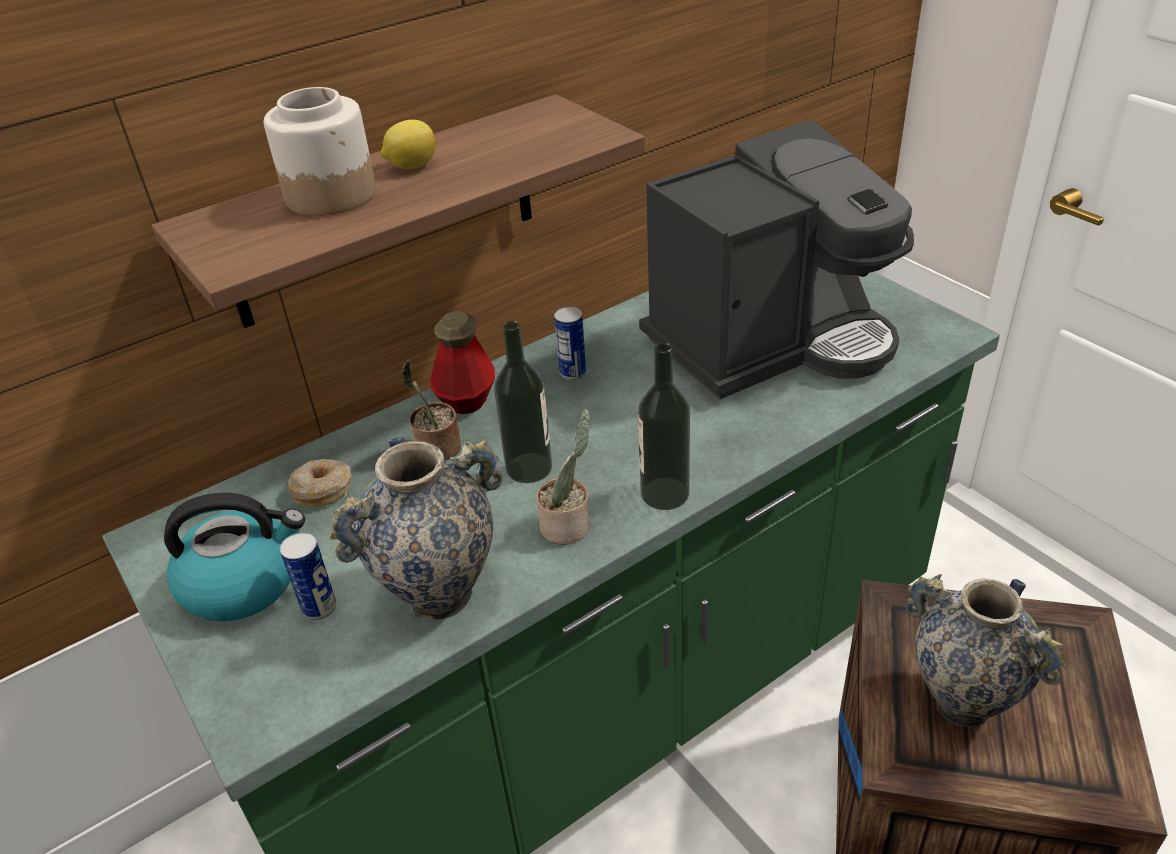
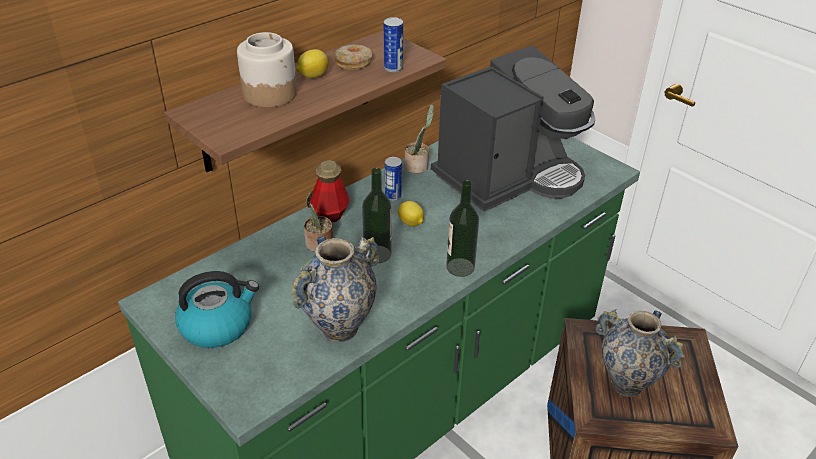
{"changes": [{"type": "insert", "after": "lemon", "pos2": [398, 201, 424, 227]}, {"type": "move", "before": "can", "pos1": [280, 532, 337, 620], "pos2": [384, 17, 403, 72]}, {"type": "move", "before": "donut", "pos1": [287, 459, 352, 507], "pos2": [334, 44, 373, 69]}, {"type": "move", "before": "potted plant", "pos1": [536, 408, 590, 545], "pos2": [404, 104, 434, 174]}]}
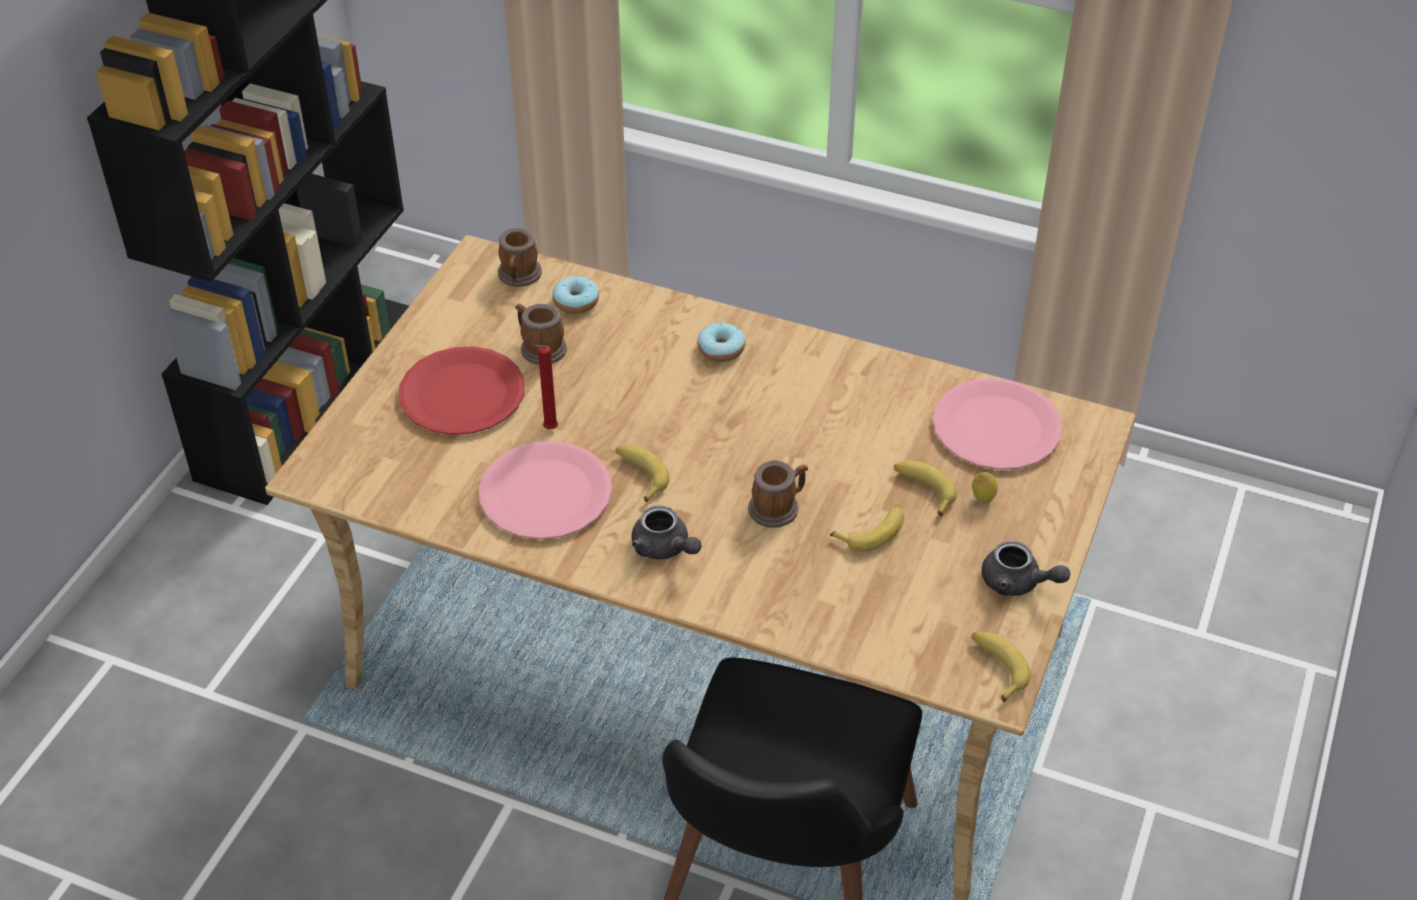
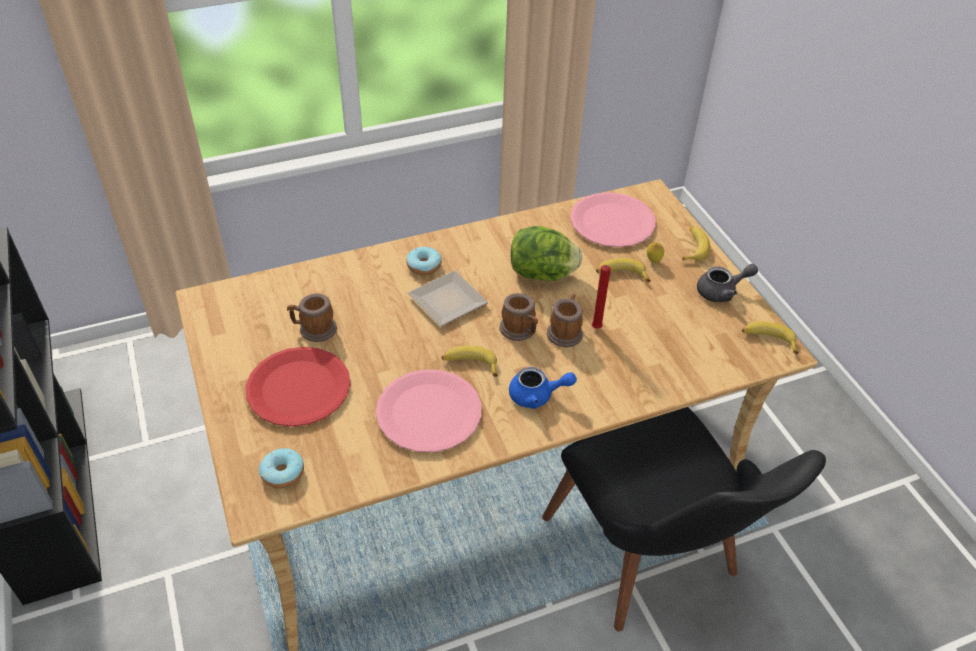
{"changes": [{"type": "insert", "after": "plate", "pos2": [408, 271, 488, 327]}, {"type": "insert", "after": "lettuce", "pos2": [510, 226, 582, 281]}, {"type": "move", "before": "mug", "pos1": [498, 228, 542, 287], "pos2": [500, 293, 538, 341]}, {"type": "move", "before": "candle (red)", "pos1": [534, 345, 558, 429], "pos2": [592, 265, 611, 329]}, {"type": "move", "before": "donut", "pos1": [552, 276, 599, 314], "pos2": [259, 448, 304, 489]}, {"type": "move", "before": "banana", "pos1": [830, 504, 904, 552], "pos2": [682, 226, 710, 261]}, {"type": "recolor", "before": "teapot (grey)", "after": "teapot (blue)", "pos1": [632, 505, 702, 560], "pos2": [509, 367, 577, 409]}]}
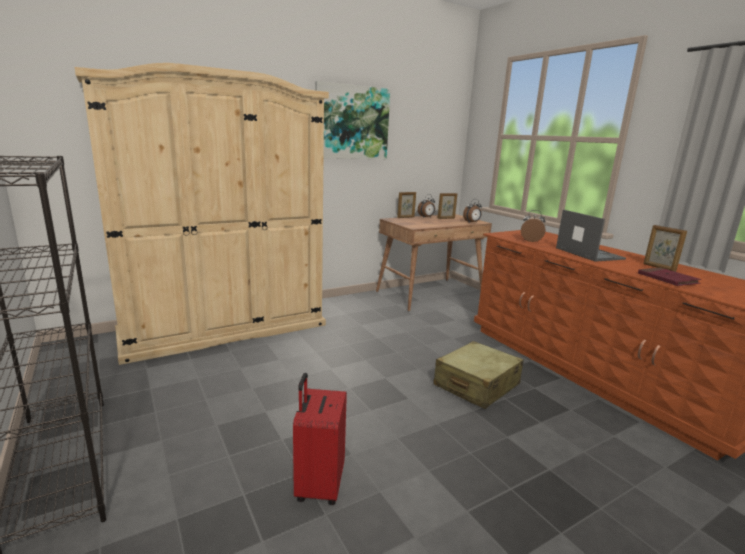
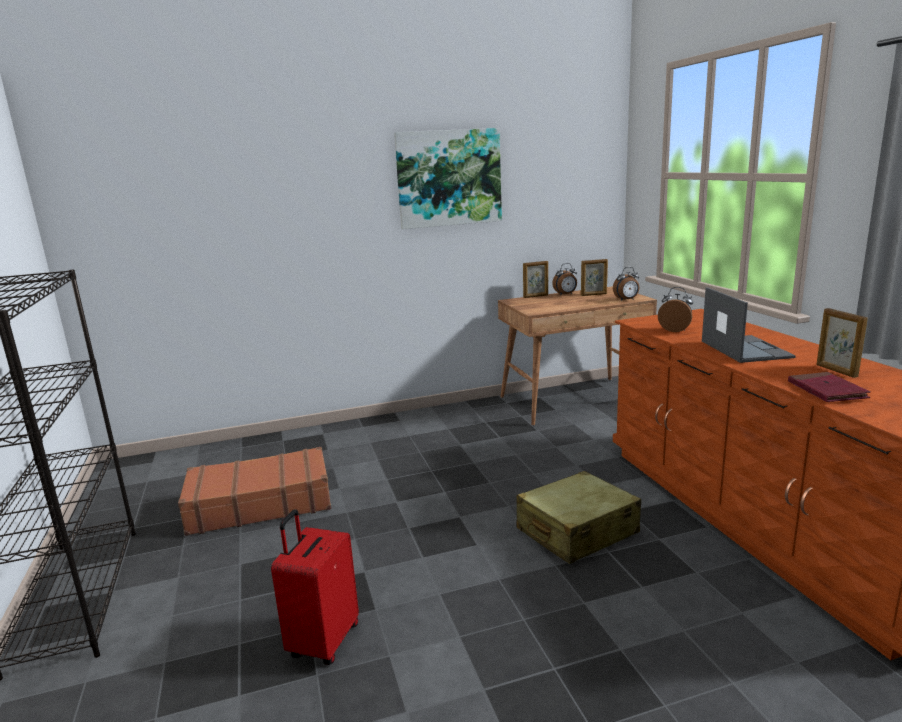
{"changes": [{"type": "delete", "before": "wardrobe (beige)", "pos1": [74, 63, 329, 365]}, {"type": "insert", "after": "suitcase (brown)", "pos2": [178, 447, 331, 536]}]}
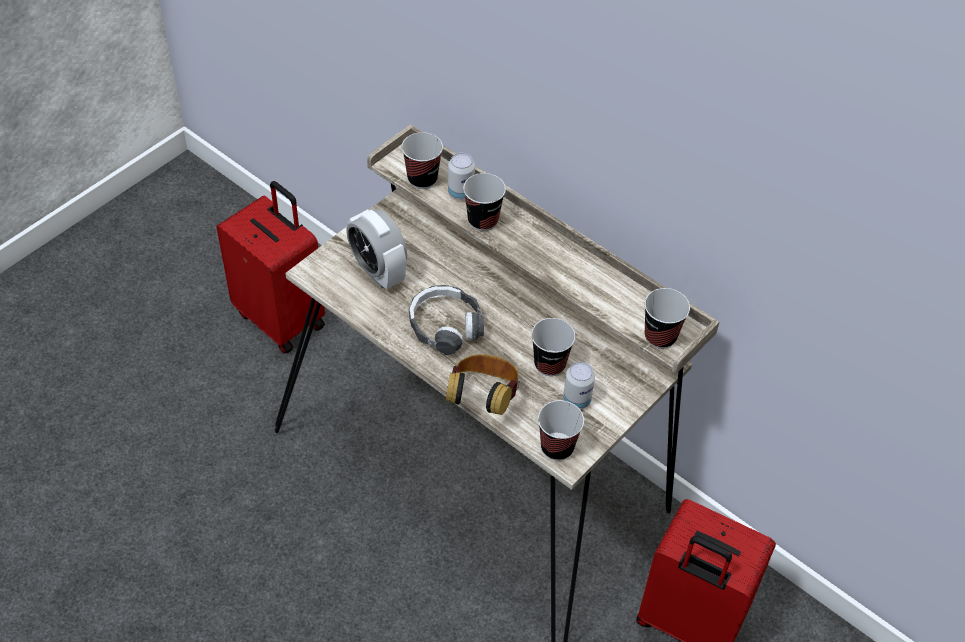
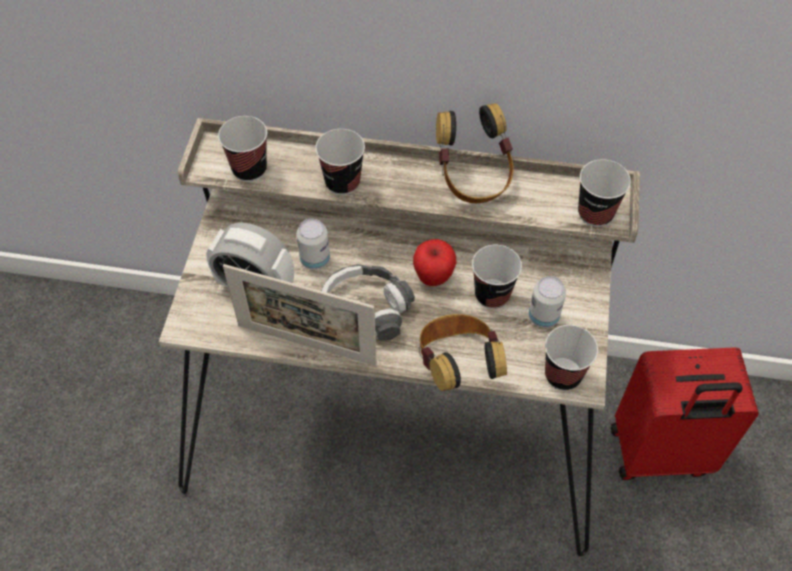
{"changes": [{"type": "delete", "before": "suitcase (red)", "pos1": [216, 181, 325, 354]}, {"type": "insert", "after": "picture frame", "pos2": [223, 264, 377, 366]}, {"type": "insert", "after": "apple", "pos2": [413, 239, 456, 286]}, {"type": "insert", "after": "headphones", "pos2": [436, 103, 515, 203]}, {"type": "move", "before": "can", "pos1": [448, 153, 475, 200], "pos2": [296, 218, 330, 270]}]}
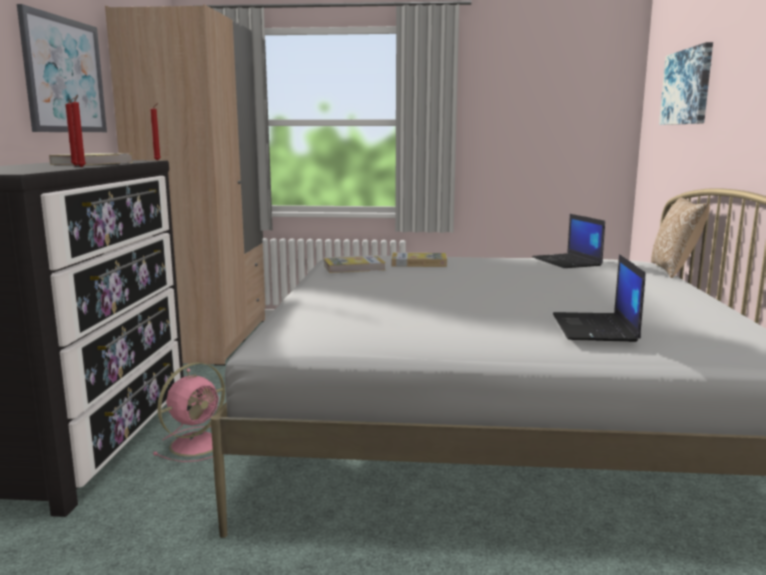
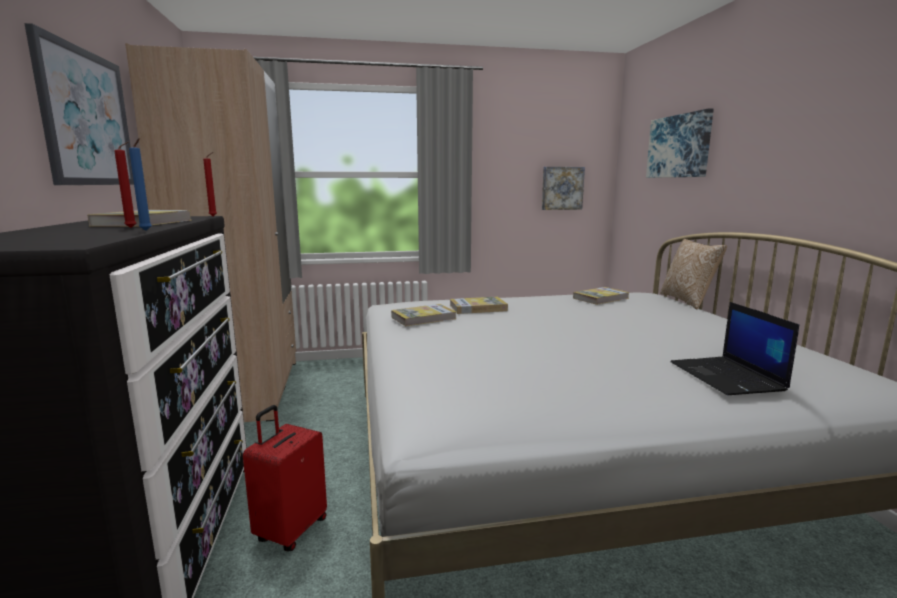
{"changes": [{"type": "insert", "after": "picture", "pos2": [542, 167, 585, 210]}, {"type": "replace", "before": "fan (pink)", "after": "suitcase (red)", "pos1": [153, 362, 225, 462], "pos2": [243, 405, 327, 552]}, {"type": "replace", "before": "laptop", "after": "book", "pos1": [532, 214, 605, 268], "pos2": [573, 287, 630, 305]}, {"type": "recolor", "before": "candle (red)", "after": "candle (blue)", "pos1": [71, 95, 86, 167], "pos2": [129, 138, 152, 231]}]}
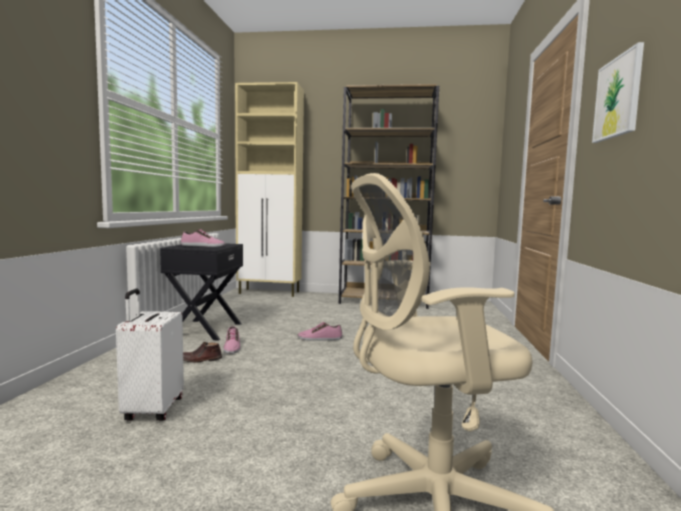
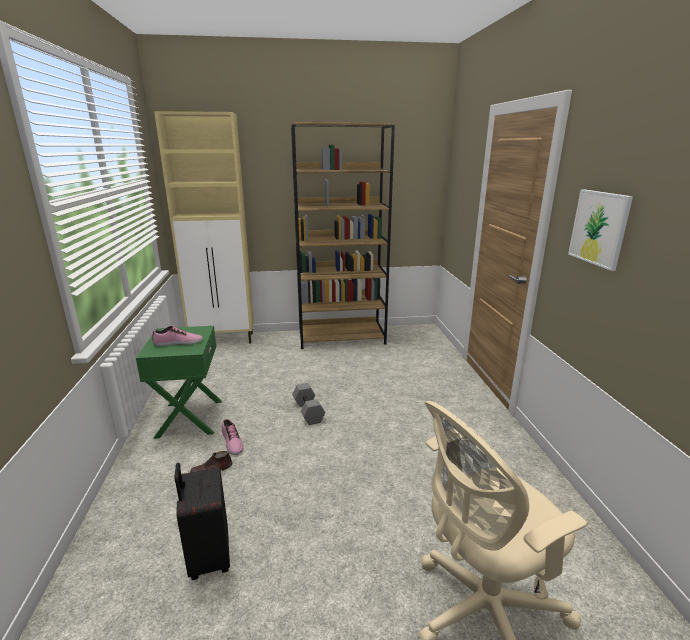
{"changes": [{"type": "replace", "before": "shoe", "after": "dumbbell (grey)", "pos1": [298, 322, 342, 341], "pos2": [292, 383, 325, 425]}, {"type": "recolor", "before": "suitcase (white)", "after": "suitcase (black)", "pos1": [116, 289, 184, 421], "pos2": [175, 463, 230, 580]}, {"type": "recolor", "before": "nightstand (black)", "after": "nightstand (green)", "pos1": [160, 243, 243, 341], "pos2": [136, 326, 222, 439]}]}
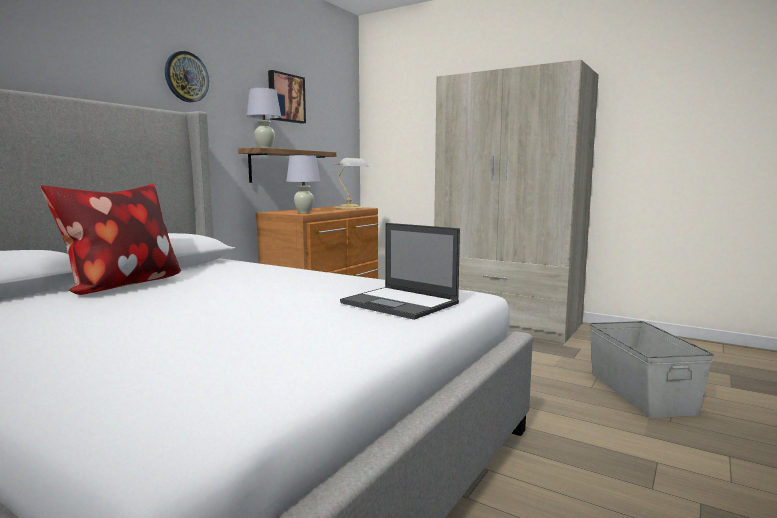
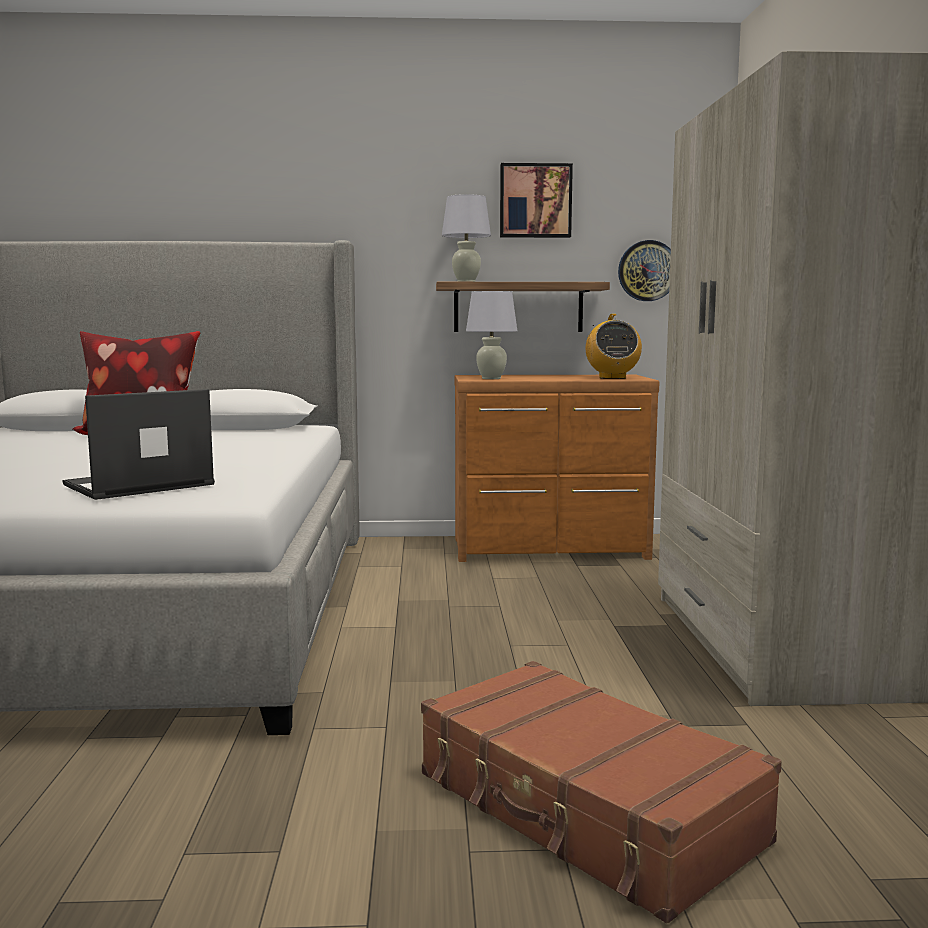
{"changes": [{"type": "move", "before": "wall clock", "pos1": [165, 51, 209, 102], "pos2": [618, 240, 671, 301]}, {"type": "replace", "before": "table lamp", "after": "radio", "pos1": [334, 158, 369, 209], "pos2": [586, 314, 642, 379]}, {"type": "replace", "before": "storage box (grey)", "after": "suitcase (brown)", "pos1": [589, 321, 714, 418], "pos2": [421, 661, 782, 924]}, {"type": "rotate", "before": "laptop", "pos1": [340, 223, 460, 320], "pos2": [62, 389, 215, 500], "turn": 45}]}
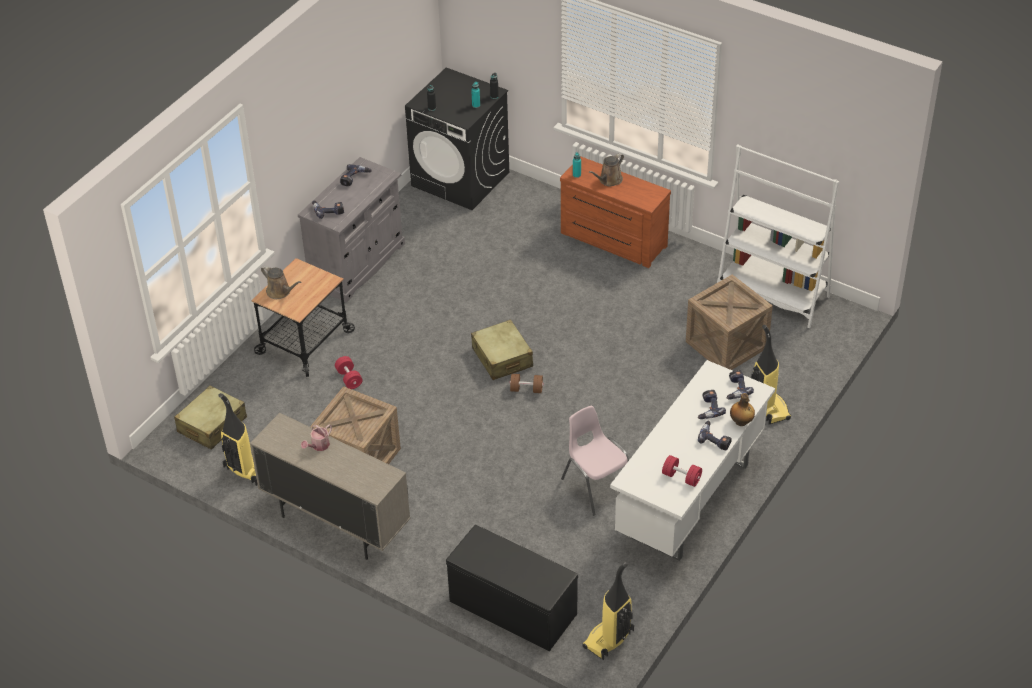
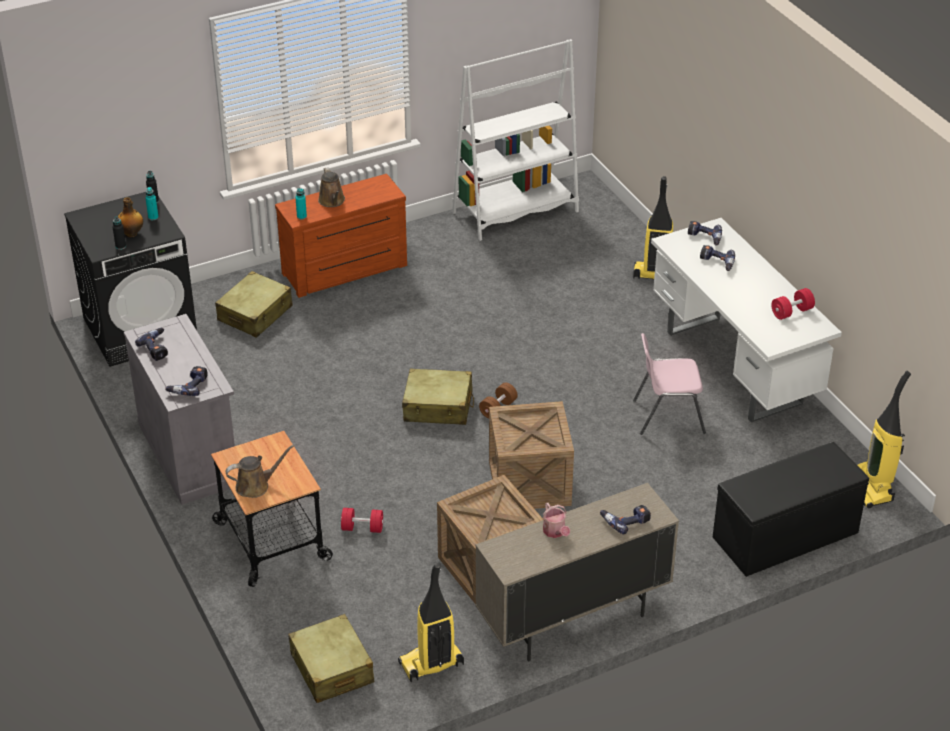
{"changes": [{"type": "insert", "after": "suitcase (beige)", "pos2": [215, 271, 293, 338]}, {"type": "move", "before": "crate", "pos1": [686, 275, 773, 370], "pos2": [489, 401, 574, 509]}, {"type": "move", "before": "power drill", "pos1": [698, 421, 732, 451], "pos2": [600, 505, 651, 534]}, {"type": "move", "before": "bottle", "pos1": [730, 393, 755, 426], "pos2": [118, 197, 143, 238]}]}
